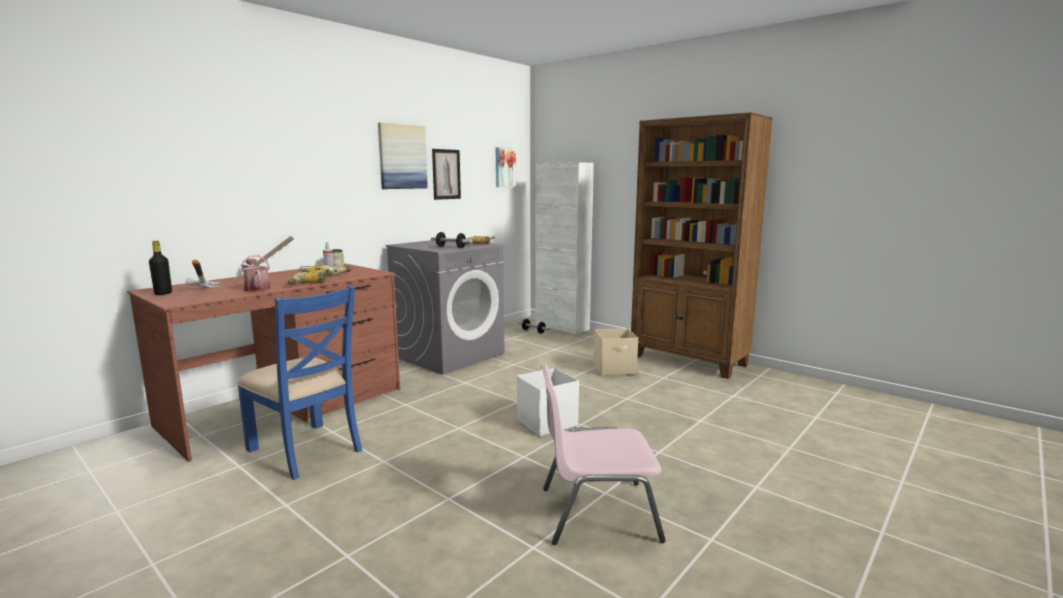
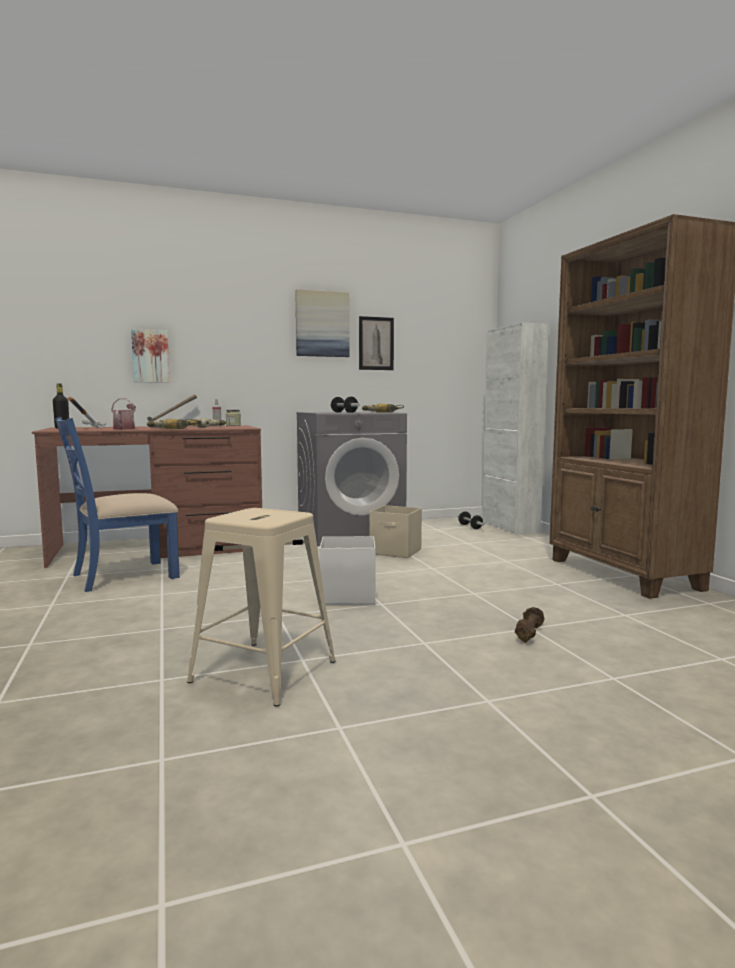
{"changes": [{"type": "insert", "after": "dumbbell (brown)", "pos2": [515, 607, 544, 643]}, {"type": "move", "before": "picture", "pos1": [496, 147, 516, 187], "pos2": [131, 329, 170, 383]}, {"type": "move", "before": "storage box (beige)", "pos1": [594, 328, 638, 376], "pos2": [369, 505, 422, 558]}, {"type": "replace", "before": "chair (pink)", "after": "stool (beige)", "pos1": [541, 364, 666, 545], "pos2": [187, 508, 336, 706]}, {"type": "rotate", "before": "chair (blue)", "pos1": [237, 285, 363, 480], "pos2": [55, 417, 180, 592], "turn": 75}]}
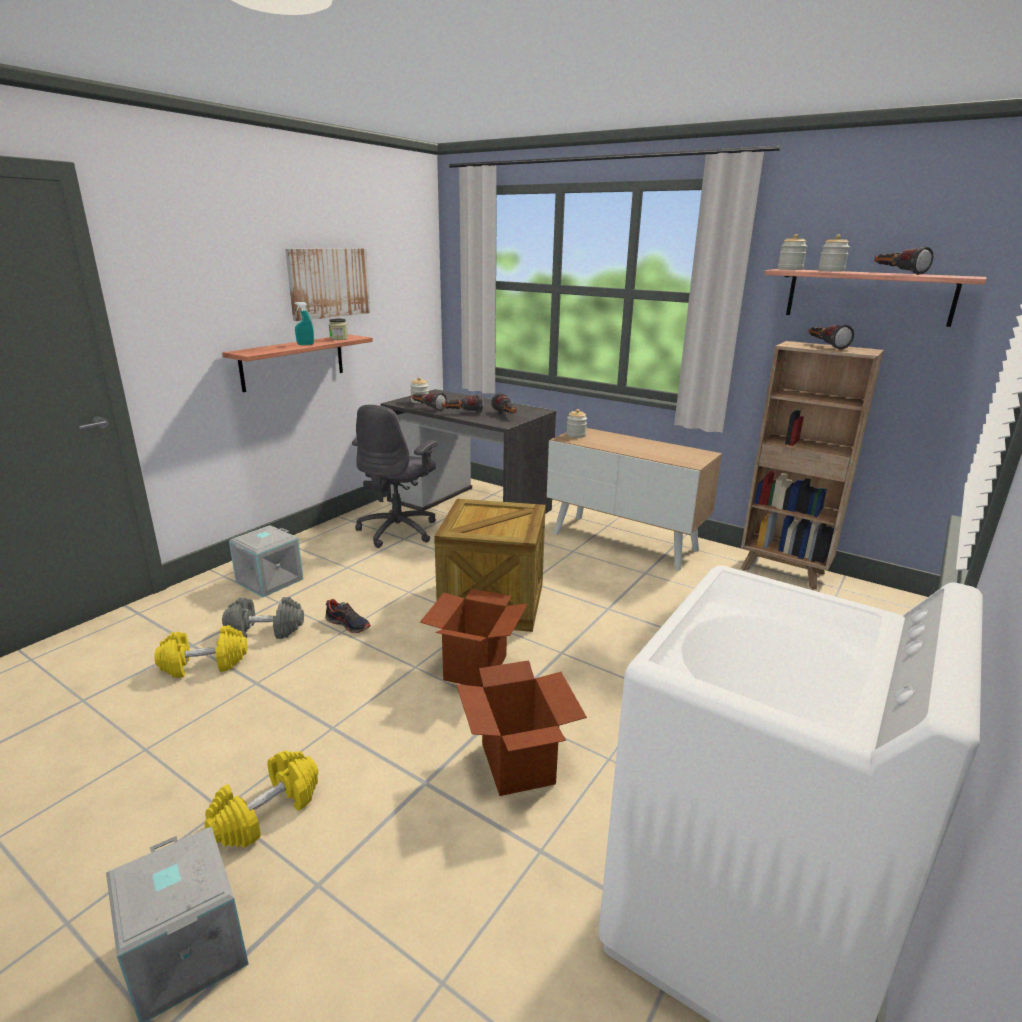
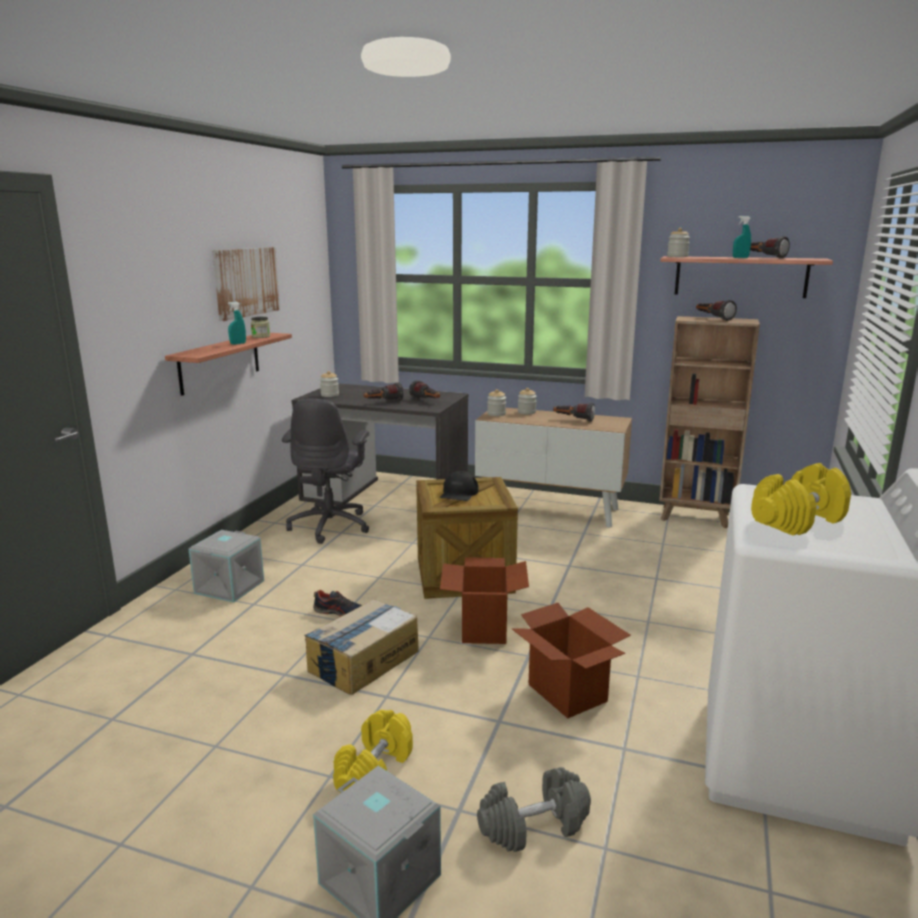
{"changes": [{"type": "insert", "after": "cardboard box", "pos2": [304, 599, 419, 695]}, {"type": "insert", "after": "cap (black)", "pos2": [440, 471, 479, 501]}, {"type": "insert", "after": "spray bottle (turquoise)", "pos2": [733, 216, 751, 258]}, {"type": "move", "before": "dumbbell (yellow)", "pos1": [154, 625, 247, 678], "pos2": [751, 463, 851, 535]}, {"type": "move", "before": "dumbbell (grey)", "pos1": [222, 597, 304, 639], "pos2": [477, 767, 591, 852]}, {"type": "move", "before": "flashlight", "pos1": [412, 392, 447, 411], "pos2": [553, 403, 595, 422]}, {"type": "move", "before": "jar", "pos1": [818, 234, 850, 272], "pos2": [518, 388, 537, 414]}]}
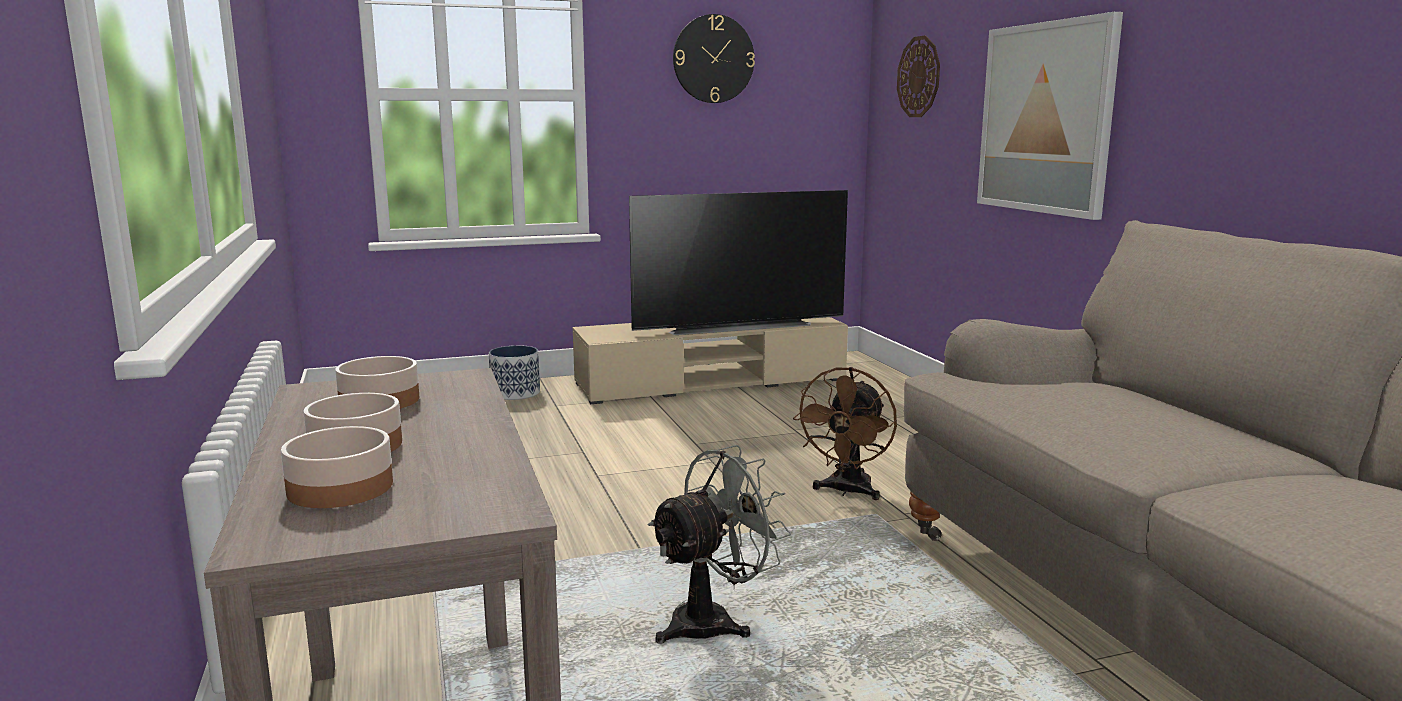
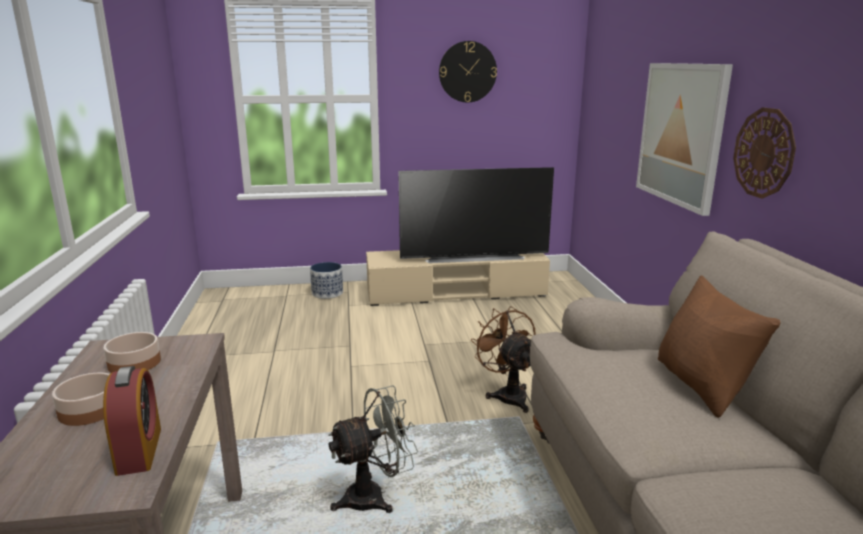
{"changes": [{"type": "delete", "before": "bowl", "pos1": [281, 426, 393, 508]}, {"type": "insert", "after": "alarm clock", "pos2": [103, 366, 161, 476]}, {"type": "insert", "after": "pillow (brown)", "pos2": [658, 275, 781, 418]}, {"type": "move", "before": "wall clock", "pos1": [897, 35, 940, 117], "pos2": [733, 107, 796, 199]}, {"type": "rotate", "before": "fan (brown)", "pos1": [793, 367, 897, 500], "pos2": [471, 306, 535, 413], "turn": 120}]}
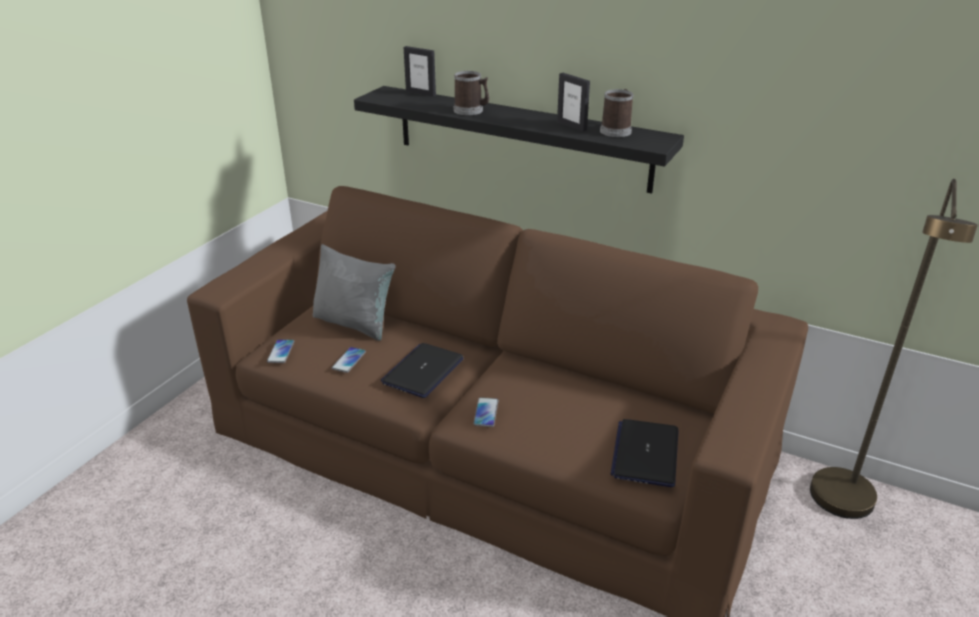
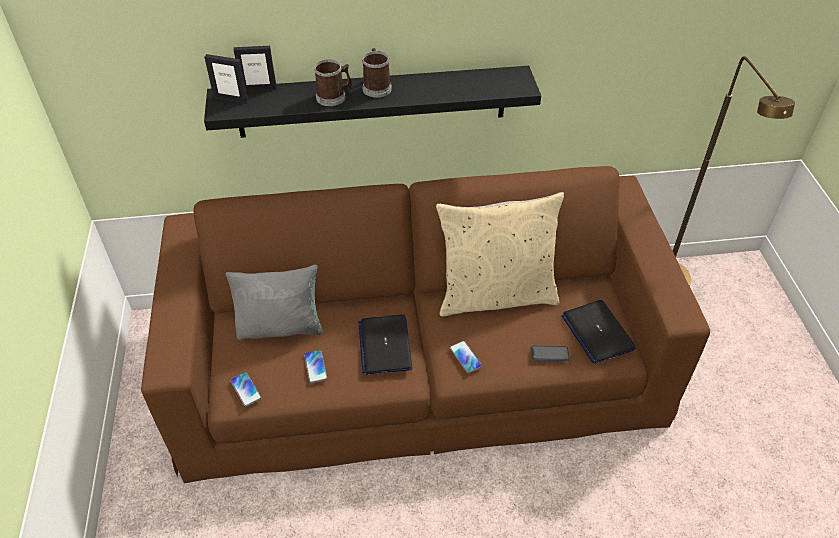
{"changes": [{"type": "insert", "after": "pillow (beige)", "pos2": [436, 192, 564, 317]}, {"type": "insert", "after": "phone", "pos2": [531, 345, 570, 361]}, {"type": "move", "before": "picture frame", "pos1": [557, 73, 590, 131], "pos2": [204, 54, 248, 103]}, {"type": "move", "before": "mug", "pos1": [600, 89, 633, 137], "pos2": [362, 48, 392, 98]}]}
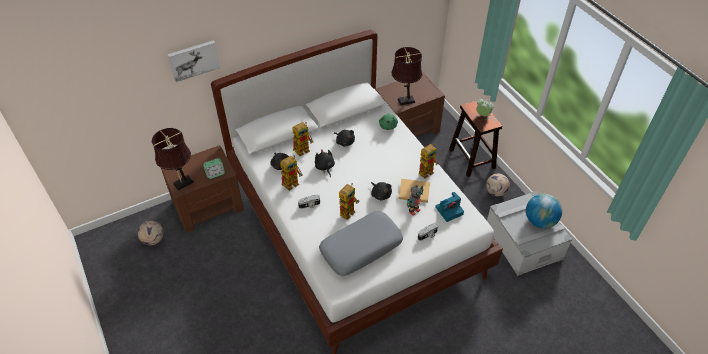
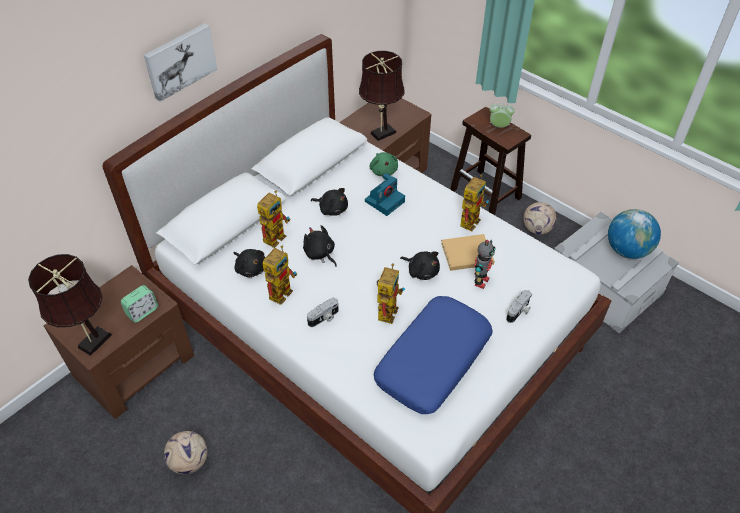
{"changes": [{"type": "move", "before": "football", "pos1": [138, 221, 164, 245], "pos2": [164, 431, 207, 474]}, {"type": "move", "before": "picture", "pos1": [168, 40, 220, 82], "pos2": [144, 23, 217, 102]}, {"type": "move", "before": "photo camera", "pos1": [435, 192, 464, 222], "pos2": [365, 173, 405, 216]}, {"type": "recolor", "before": "pillow (grey)", "after": "pillow (blue)", "pos1": [319, 211, 403, 276], "pos2": [374, 296, 492, 414]}]}
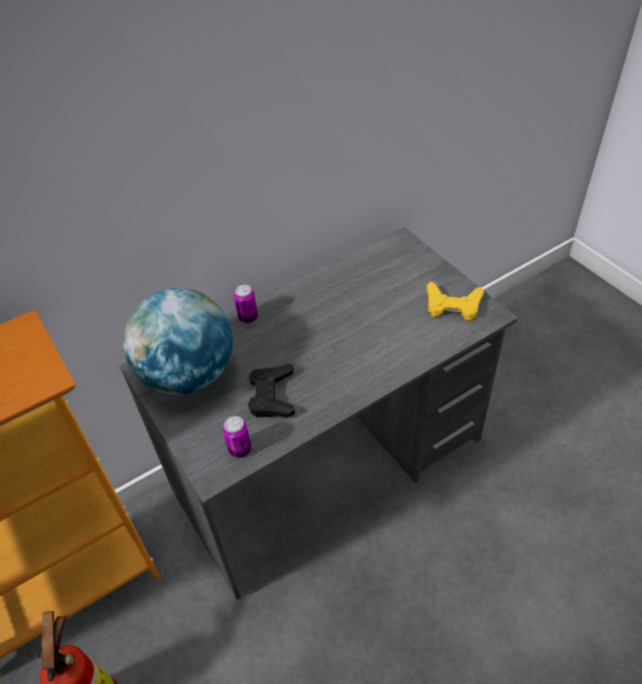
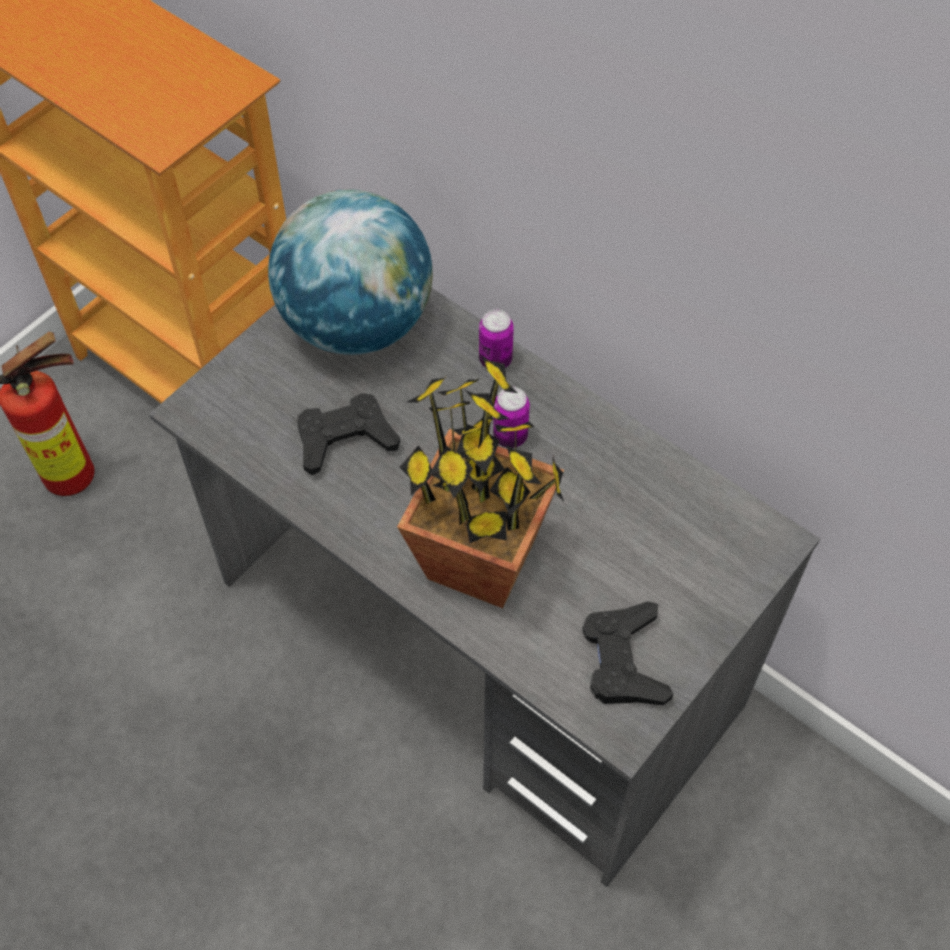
{"changes": [{"type": "insert", "after": "potted plant", "pos2": [397, 355, 564, 608]}, {"type": "move", "before": "can", "pos1": [223, 416, 251, 458], "pos2": [493, 387, 530, 448]}, {"type": "recolor", "before": "game controller (yellow)", "after": "game controller (black)", "pos1": [427, 281, 484, 322], "pos2": [582, 601, 673, 705]}]}
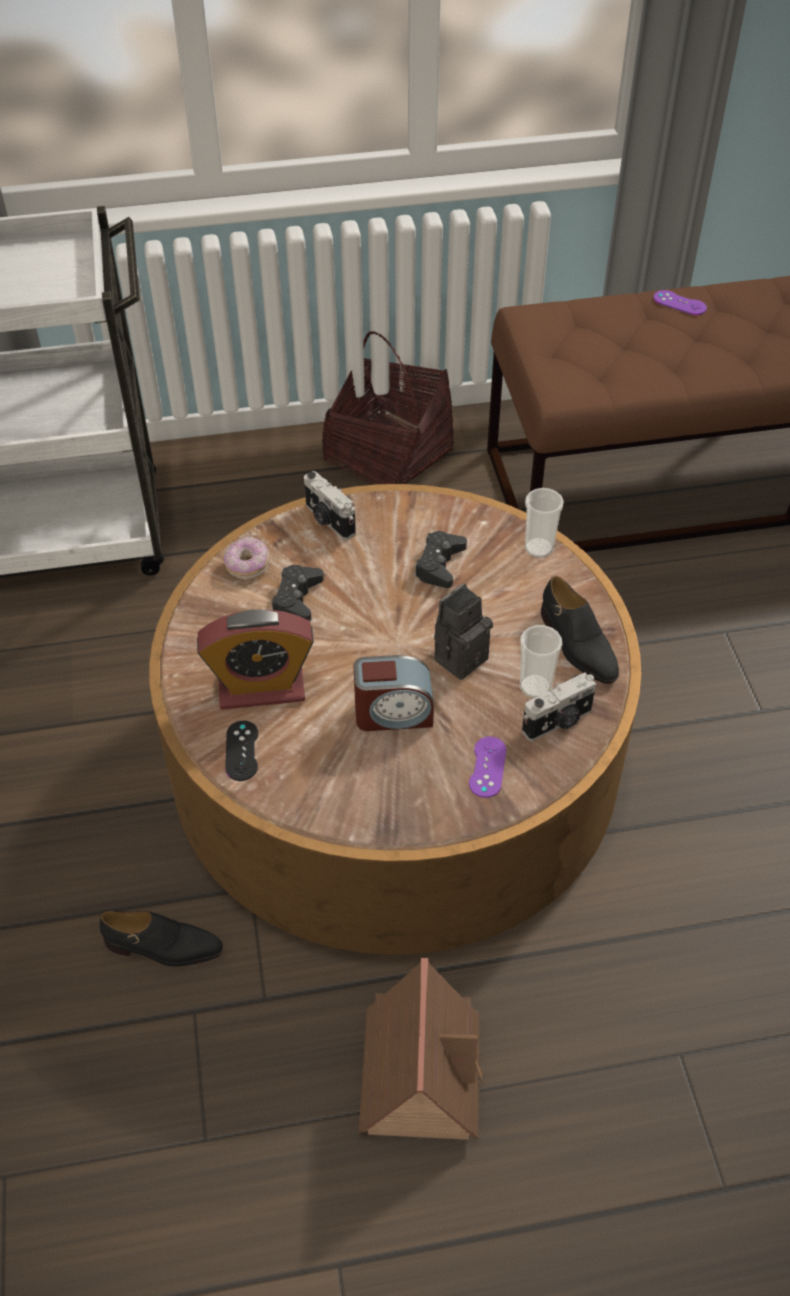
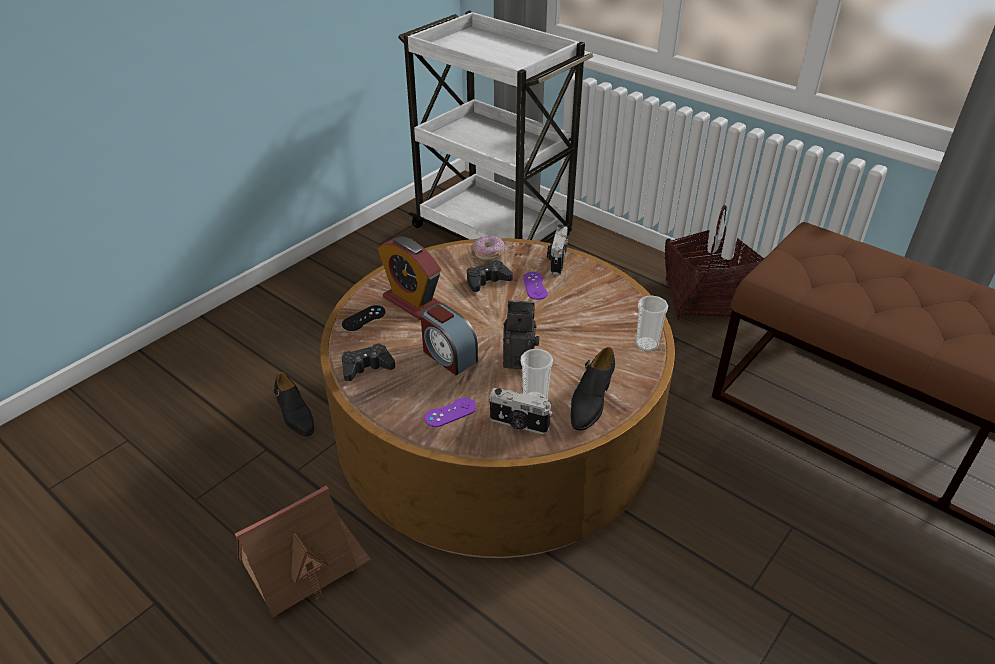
{"changes": [{"type": "move", "before": "game controller (black)", "pos1": [414, 531, 467, 588], "pos2": [342, 343, 395, 381]}, {"type": "move", "before": "game controller (purple)", "pos1": [654, 290, 707, 315], "pos2": [523, 272, 548, 300]}]}
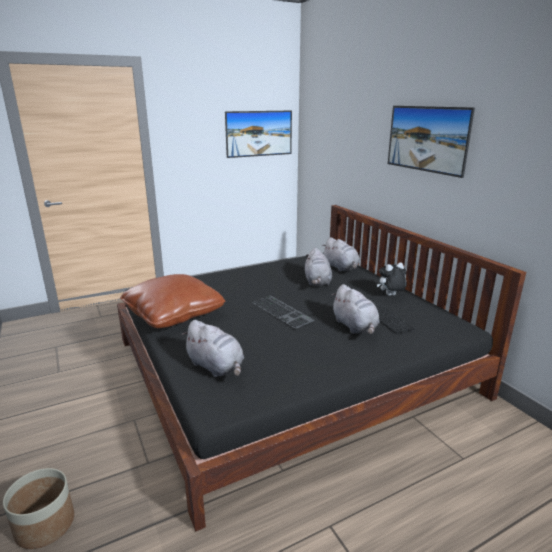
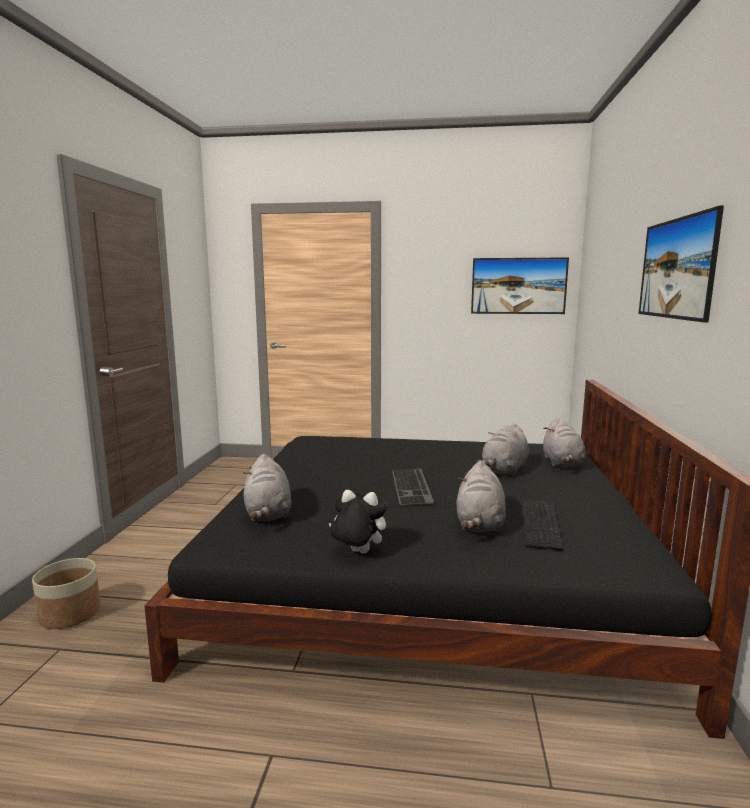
{"changes": [{"type": "delete", "before": "pillow (brown)", "pos1": [120, 274, 225, 328]}, {"type": "move", "before": "plush toy", "pos1": [377, 263, 407, 296], "pos2": [329, 490, 387, 554]}]}
